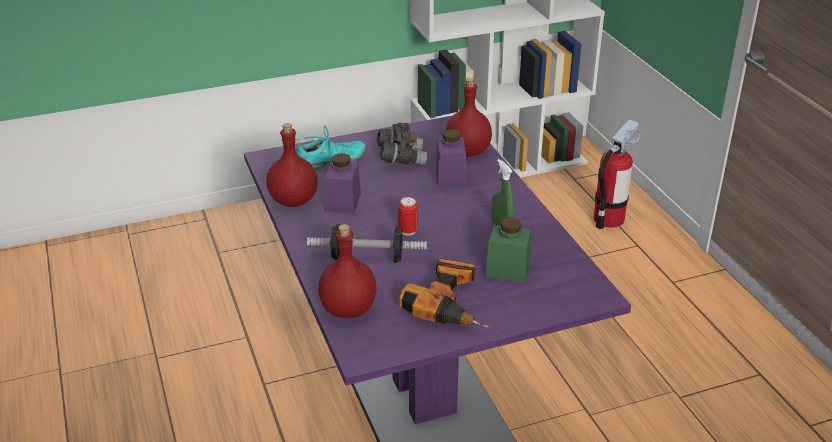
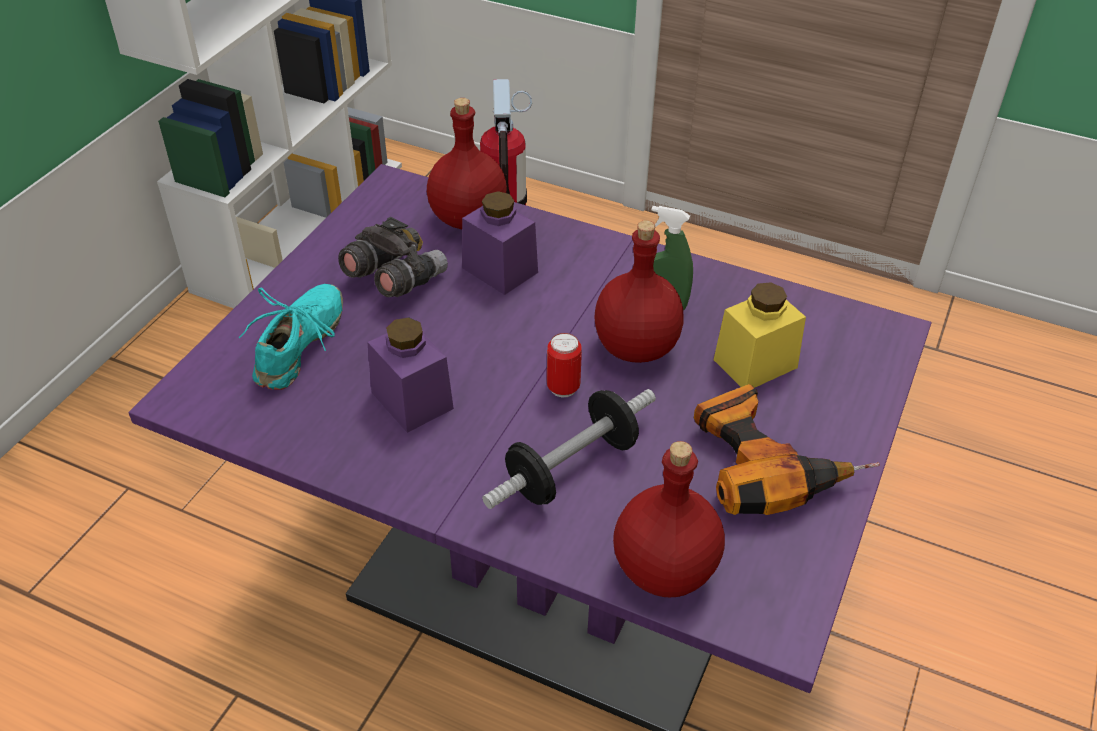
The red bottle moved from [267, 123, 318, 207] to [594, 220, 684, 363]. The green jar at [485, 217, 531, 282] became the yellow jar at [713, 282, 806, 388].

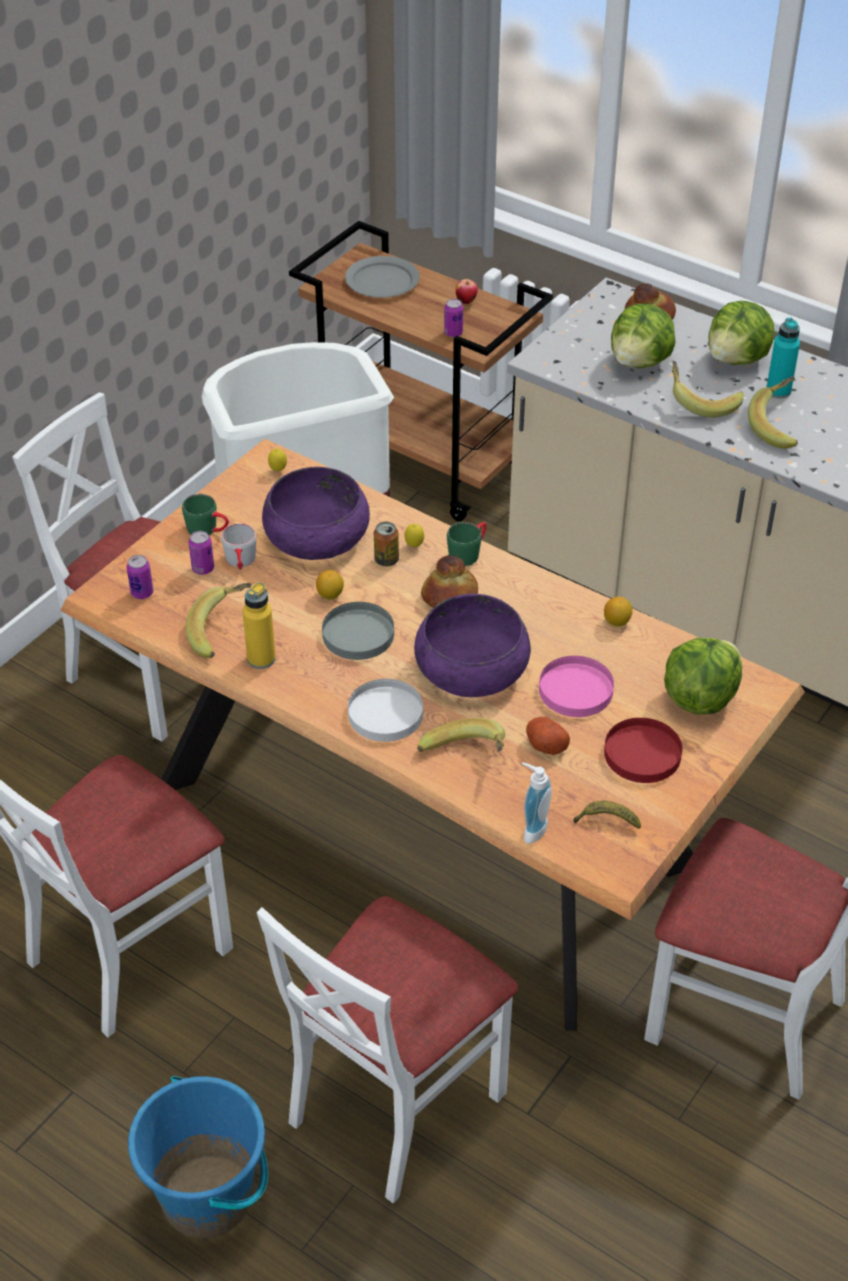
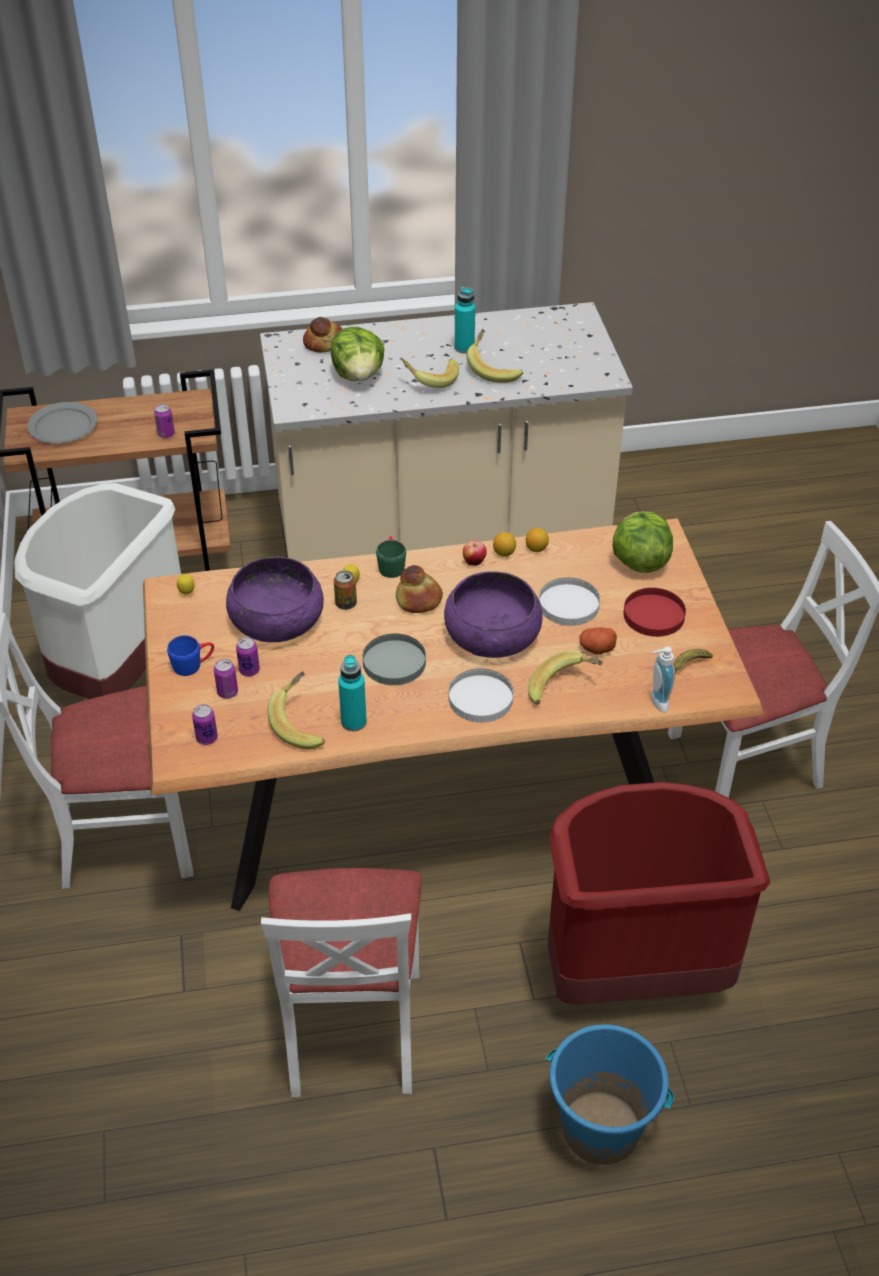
The green mug at [182, 494, 229, 535] became the blue mug at [167, 635, 214, 676]. The grey mug at [221, 523, 256, 570] was replaced by the can at [236, 637, 260, 676]. The yellow bottle at [243, 582, 276, 669] became the turquoise bottle at [338, 655, 367, 731]. The apple moved from [455, 279, 478, 304] to [463, 541, 487, 566]. The lemon moved from [316, 570, 344, 599] to [493, 532, 516, 557]. The pink plate at [539, 656, 614, 717] became the white plate at [539, 577, 600, 626]. The white chair at [257, 896, 519, 1203] was replaced by the red trash can at [548, 782, 771, 1005]. The lettuce at [709, 301, 774, 365] disappeared.

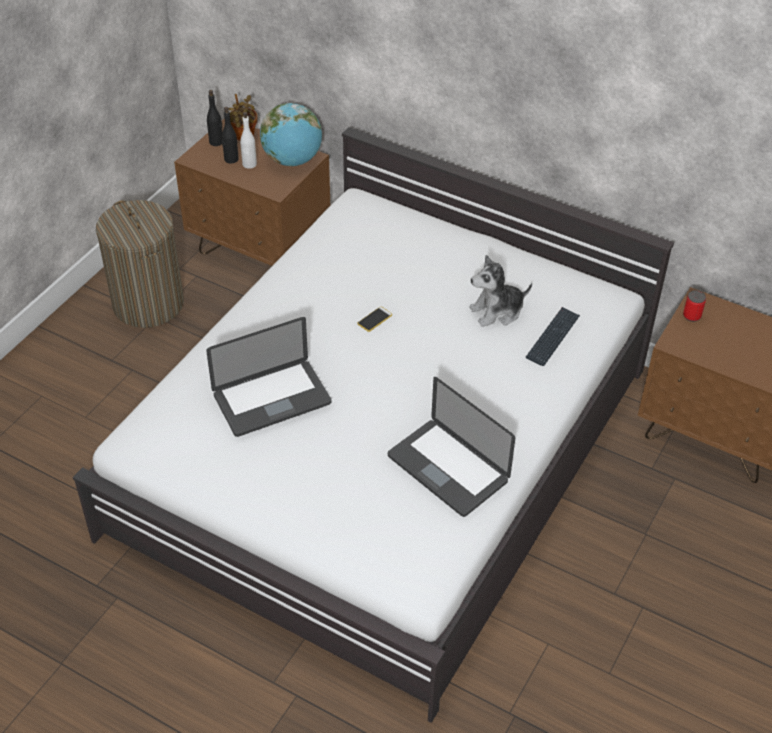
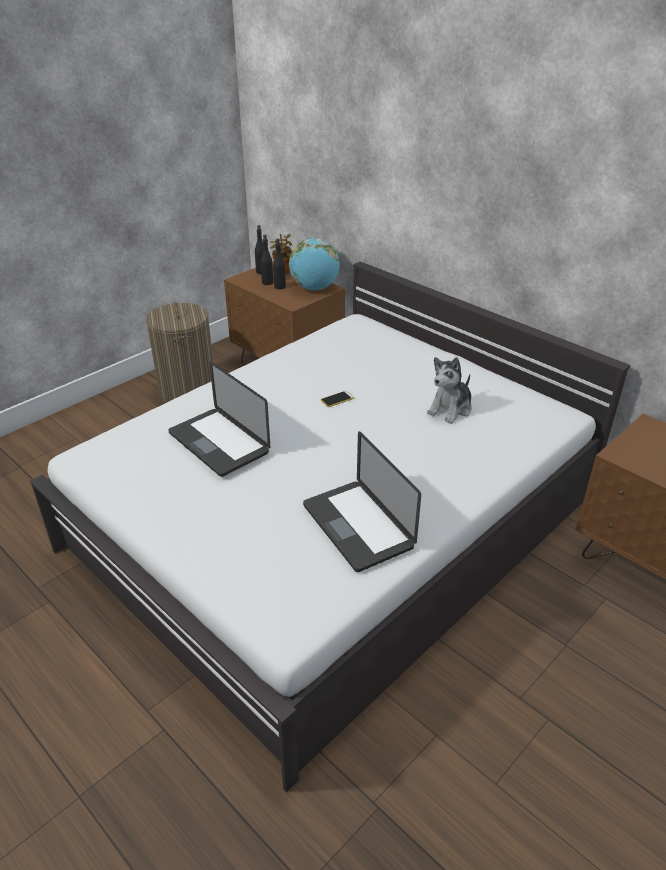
The laptop at [206, 317, 332, 437] turned 60 degrees clockwise. The white bottle at [240, 112, 257, 169] became the black bottle at [273, 238, 286, 290]. The plush toy at [469, 255, 532, 327] turned 45 degrees counterclockwise. The keyboard at [526, 307, 580, 366] disappeared. The can at [683, 290, 706, 322] disappeared.

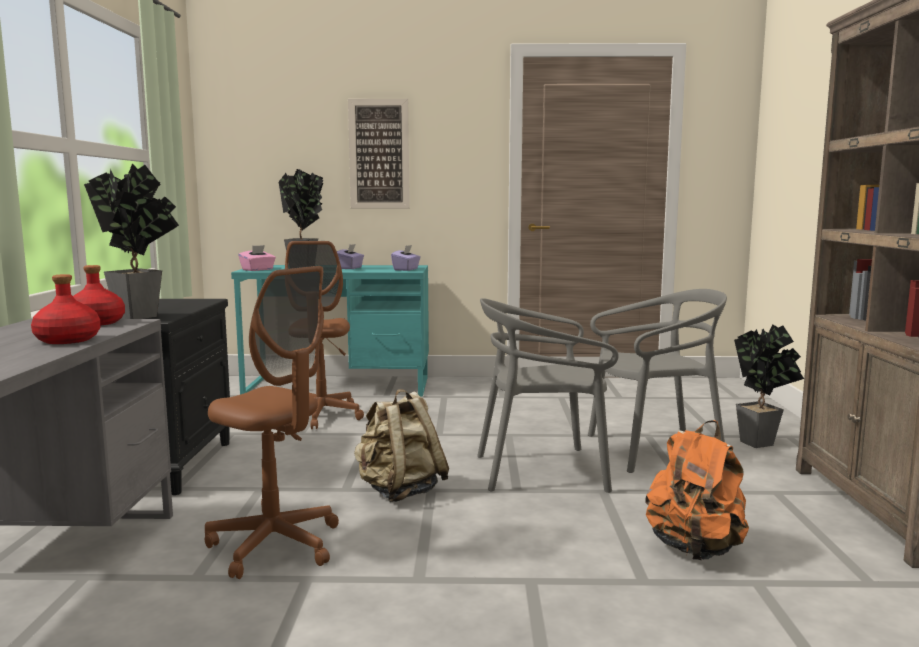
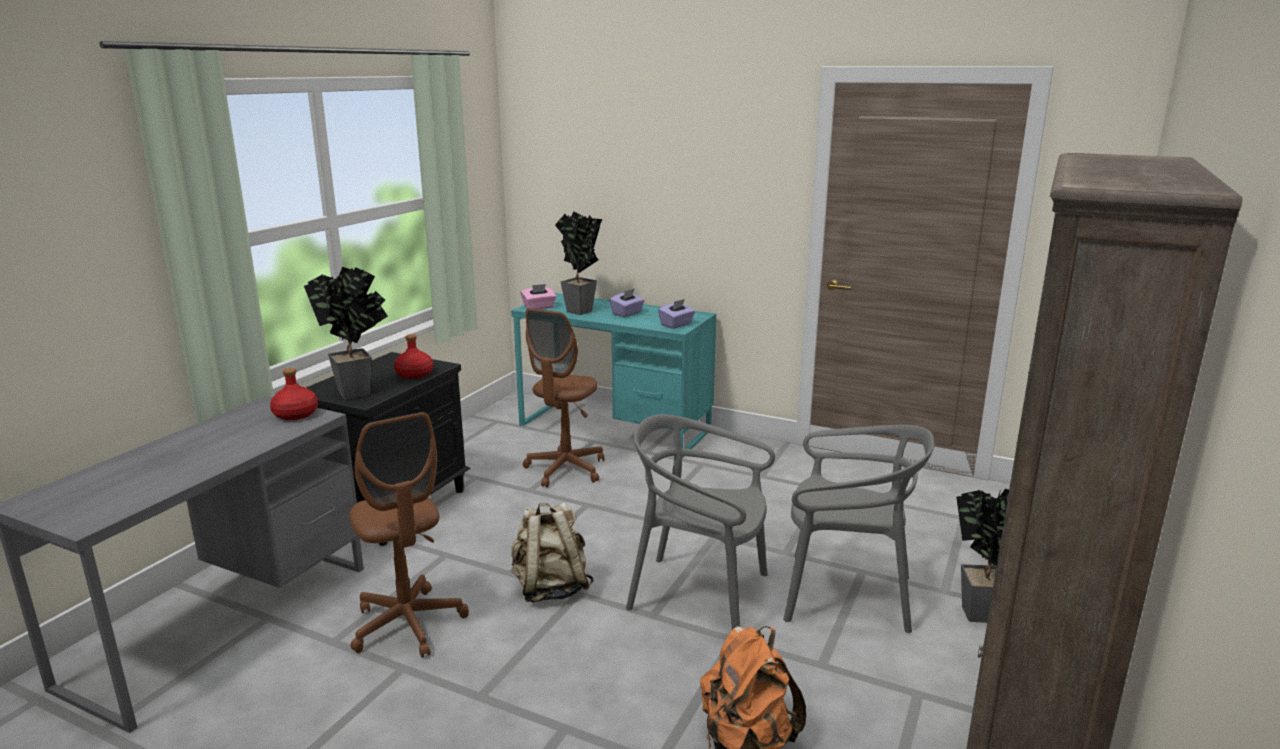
The red bottle moved from [31, 274, 100, 344] to [394, 334, 433, 379]. The picture at [348, 99, 410, 209] disappeared.

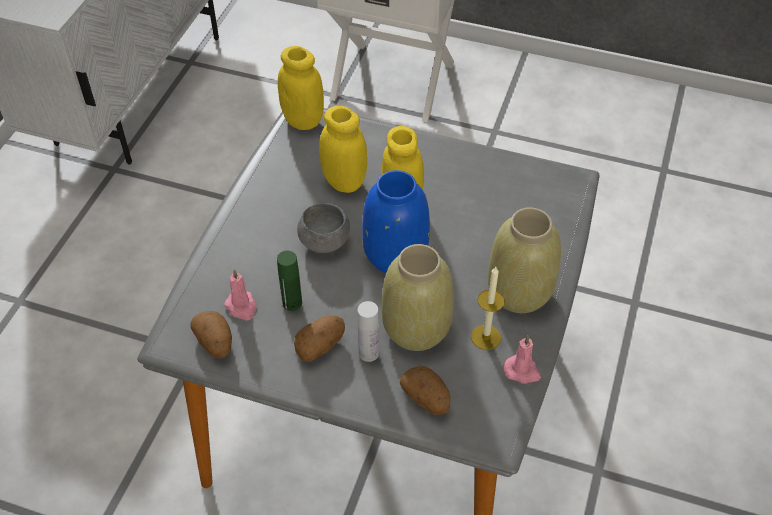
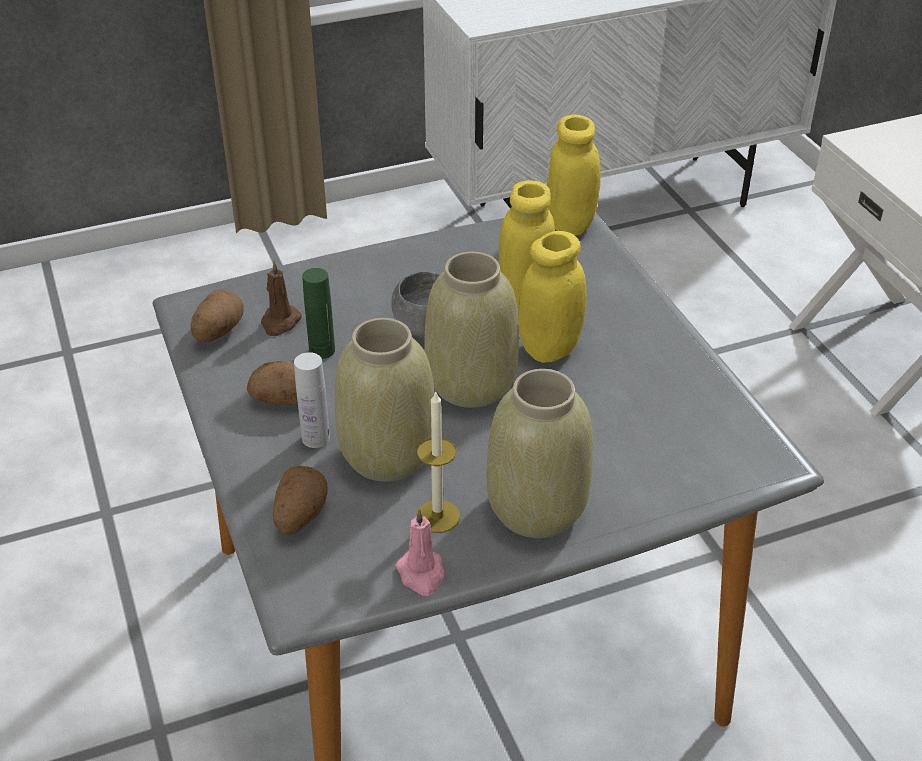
The pink candle at [224, 269, 257, 321] became the brown candle at [261, 260, 302, 336]. The blue vase at [362, 170, 430, 273] became the beige vase at [425, 252, 519, 408].

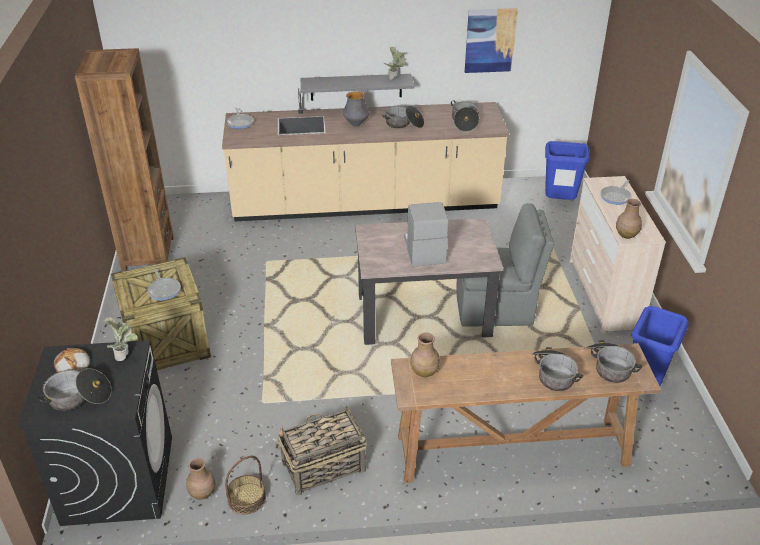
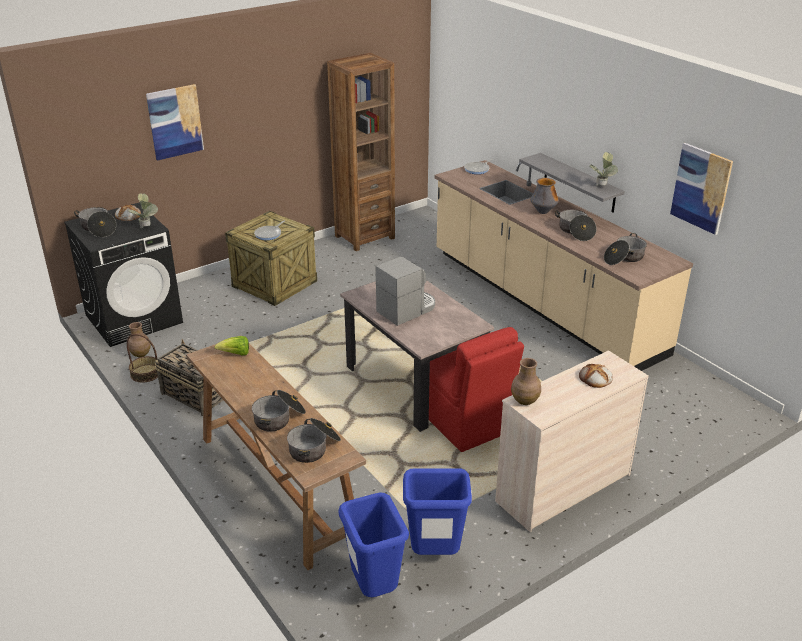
The picture at [146, 84, 204, 161] appeared. The brown vase at [410, 333, 440, 377] was replaced by the lettuce at [214, 336, 249, 355]. The blue trash can moved from [545, 141, 590, 200] to [338, 492, 409, 597]. The grey chair at [456, 203, 554, 327] became the red chair at [429, 327, 524, 452]. The frying pan at [600, 180, 631, 205] was replaced by the bread at [579, 364, 613, 388].

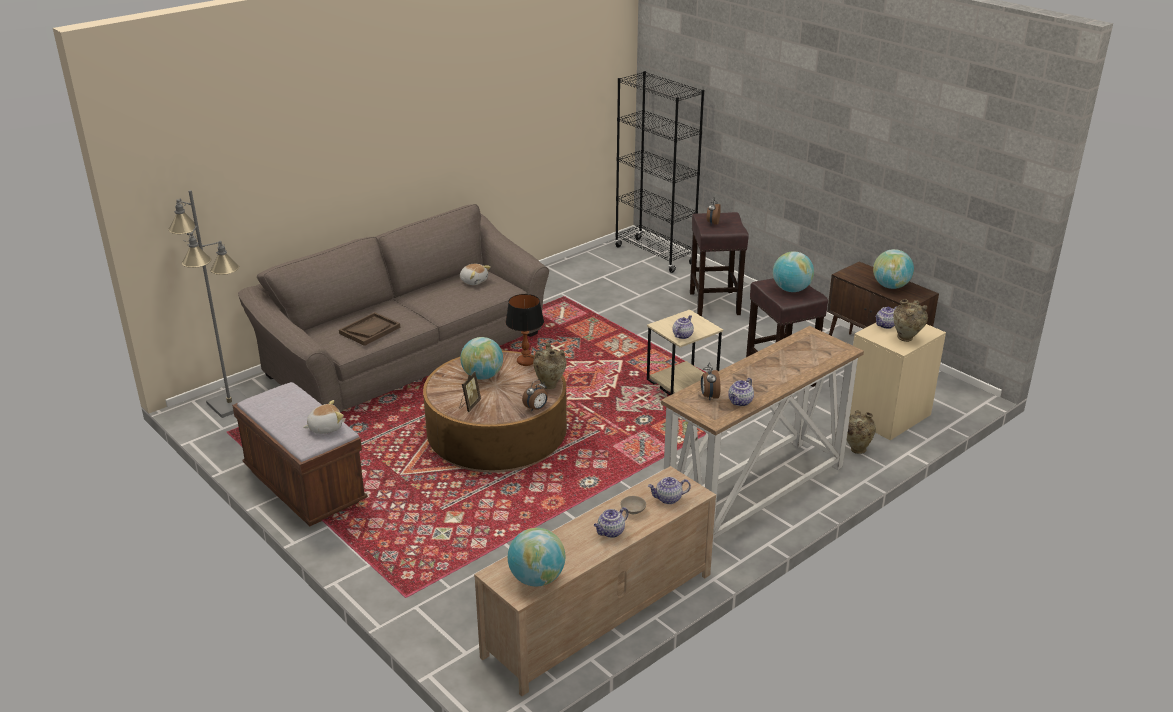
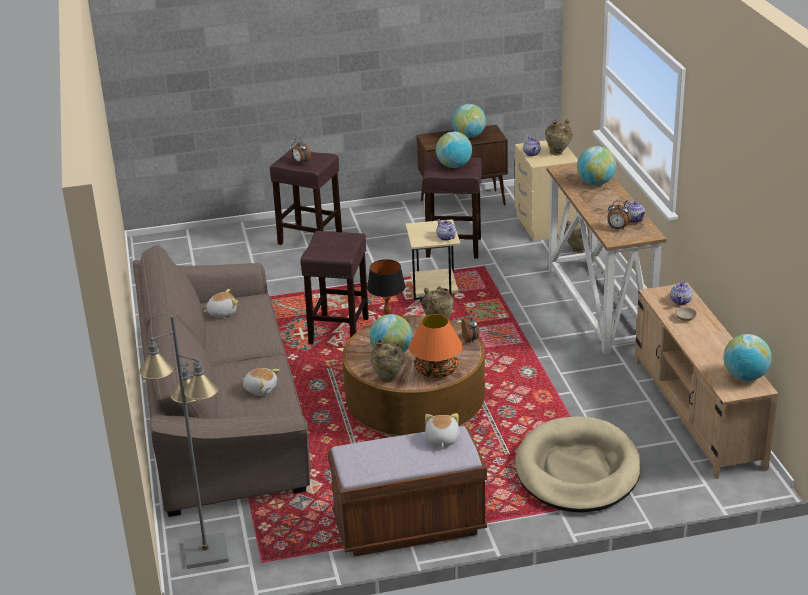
The brown tray at [339, 312, 400, 346] was replaced by the plush toy at [243, 368, 280, 396]. The brown stool at [300, 231, 369, 345] appeared. The beige vase at [370, 340, 404, 383] appeared. The picture frame at [460, 372, 481, 412] was replaced by the orange table lamp at [409, 314, 463, 378]. The beige dog bed at [515, 417, 641, 512] appeared. The globe at [577, 146, 616, 185] appeared. The teapot at [594, 507, 629, 538] disappeared. The black bookcase at [615, 71, 704, 273] disappeared.

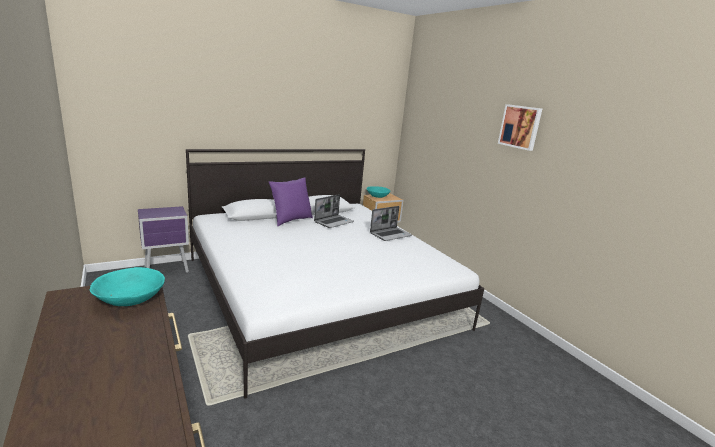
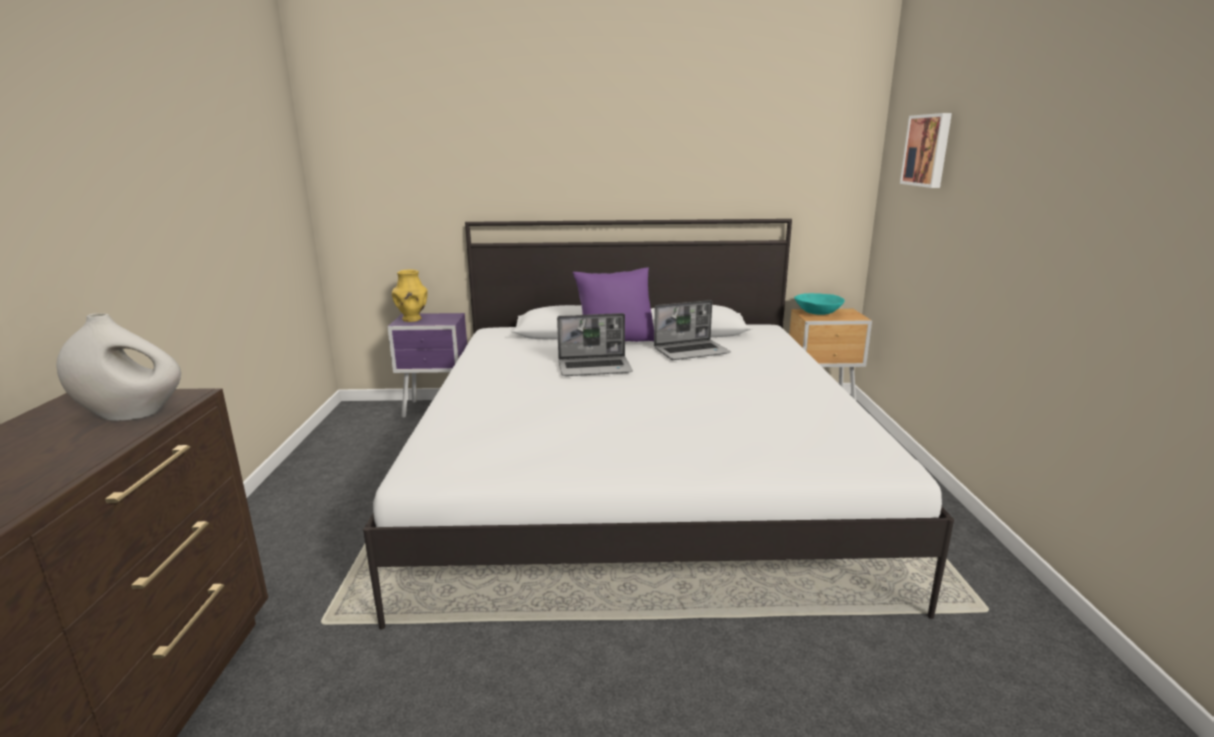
The turquoise bowl at [90, 267, 165, 306] was replaced by the white vase at [57, 313, 181, 421]. The yellow vase at [392, 269, 428, 322] appeared. The laptop moved from [370, 206, 412, 241] to [557, 313, 633, 376]. The picture moved from [498, 104, 542, 151] to [900, 113, 952, 188].

